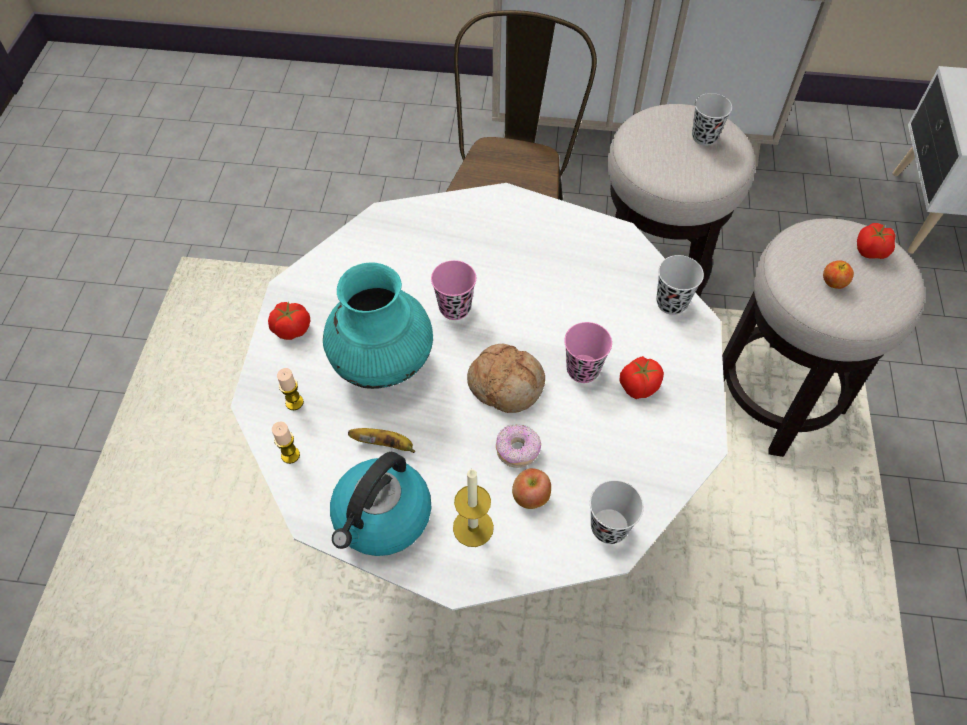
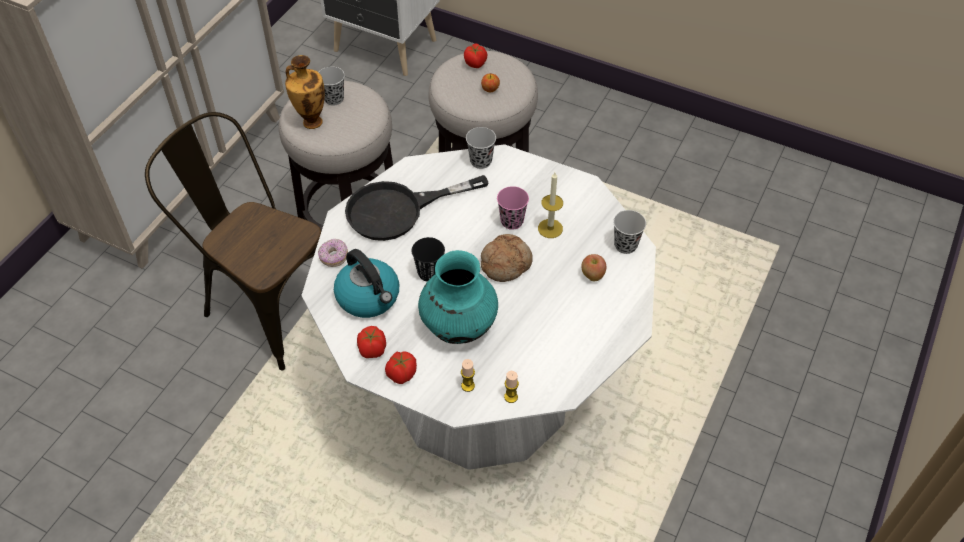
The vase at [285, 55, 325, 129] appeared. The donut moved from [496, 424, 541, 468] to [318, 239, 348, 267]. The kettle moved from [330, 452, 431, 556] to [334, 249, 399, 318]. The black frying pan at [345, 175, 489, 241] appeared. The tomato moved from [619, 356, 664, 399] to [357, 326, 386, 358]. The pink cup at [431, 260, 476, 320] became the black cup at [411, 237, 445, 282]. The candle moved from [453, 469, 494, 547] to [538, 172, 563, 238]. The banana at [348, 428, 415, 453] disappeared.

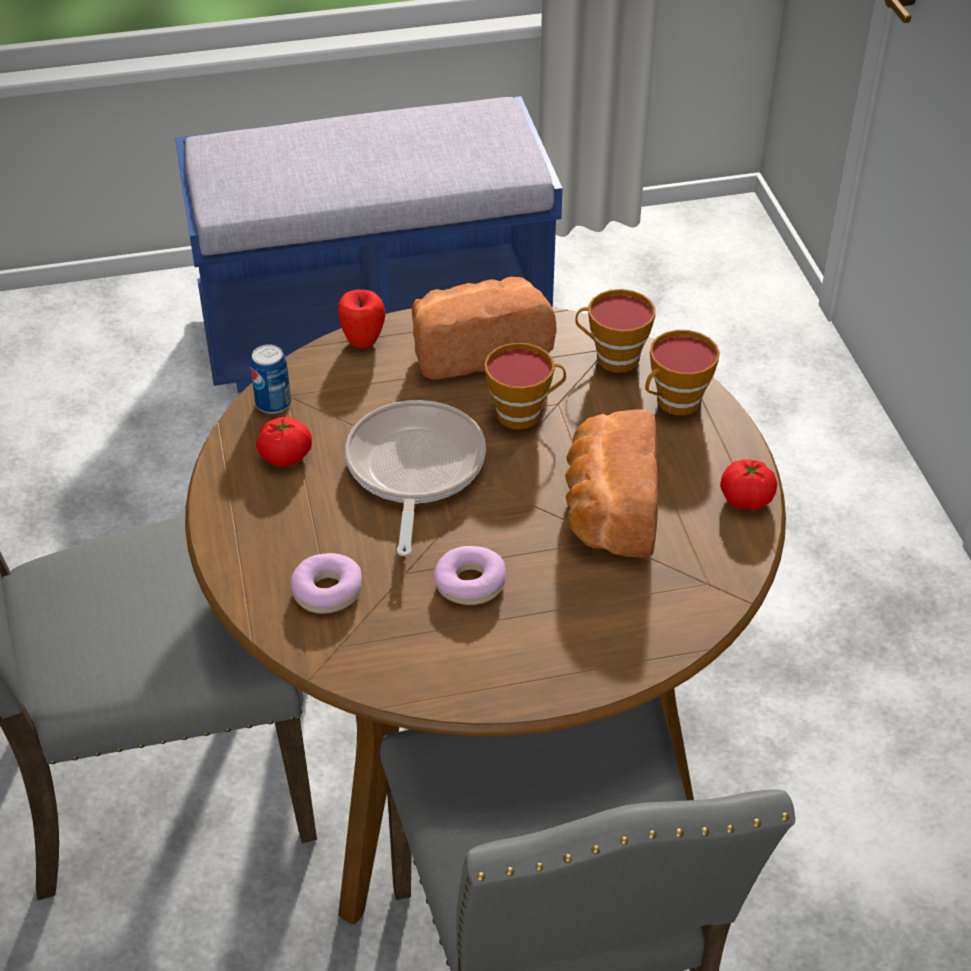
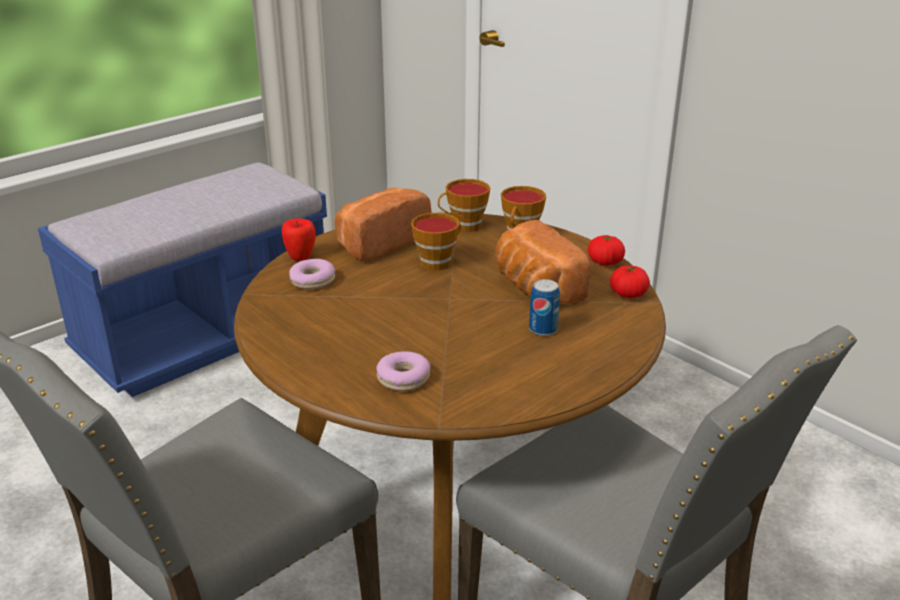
The donut moved from [433, 546, 506, 605] to [289, 259, 335, 290]. The can moved from [250, 344, 291, 414] to [529, 279, 560, 336]. The tomato moved from [256, 417, 312, 466] to [610, 265, 650, 298]. The frying pan at [345, 400, 486, 556] disappeared.

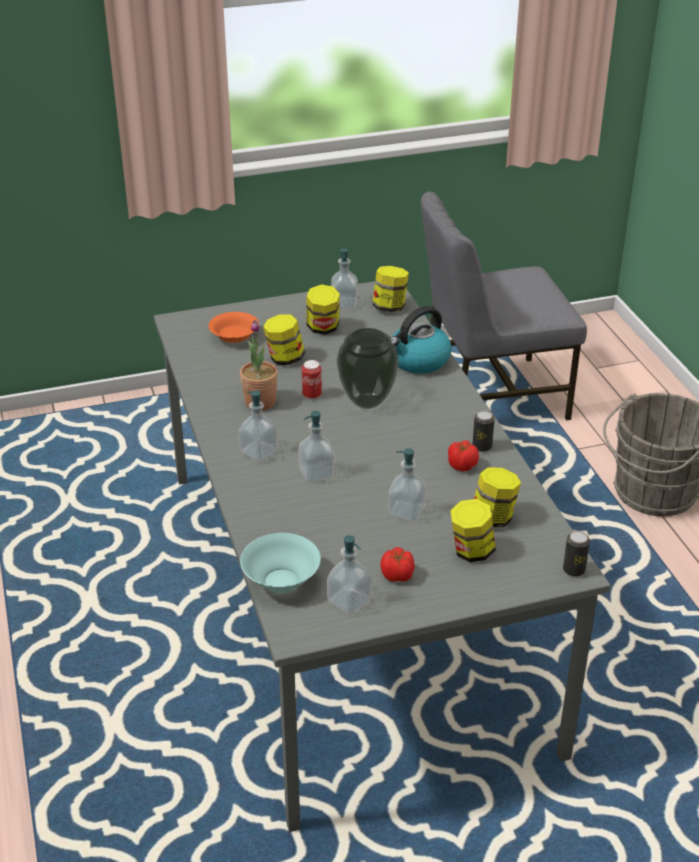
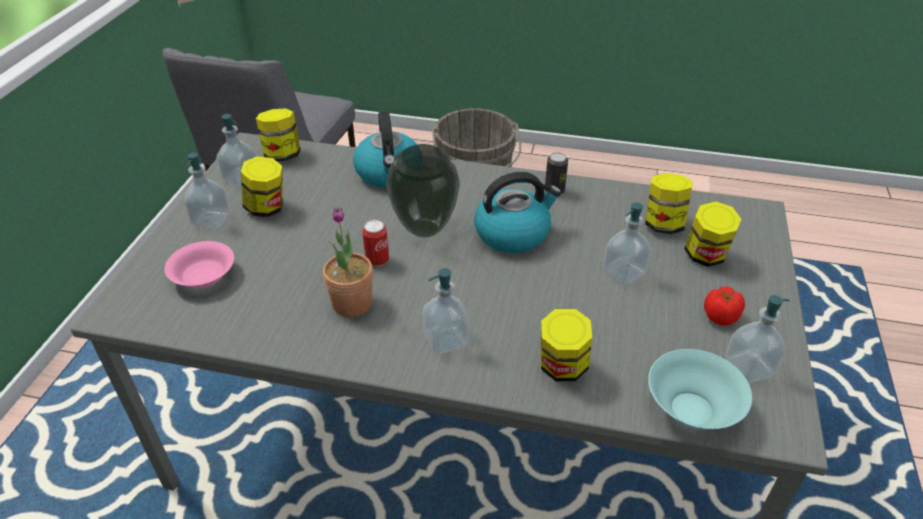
The orange bowl at [209, 312, 259, 343] became the pink bowl at [164, 241, 234, 288]. The soap dispenser moved from [298, 411, 335, 482] to [184, 152, 230, 229]. The kettle at [474, 172, 561, 253] appeared. The jar moved from [263, 314, 305, 365] to [541, 309, 592, 381]. The tomato at [448, 440, 479, 472] disappeared. The can at [563, 531, 590, 577] disappeared.

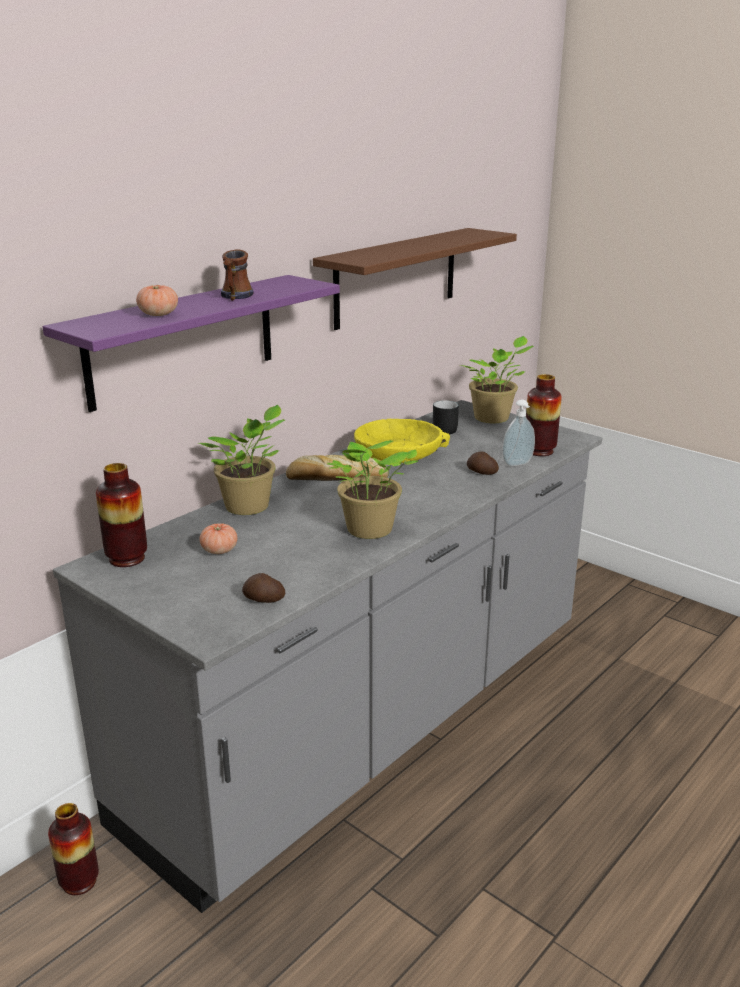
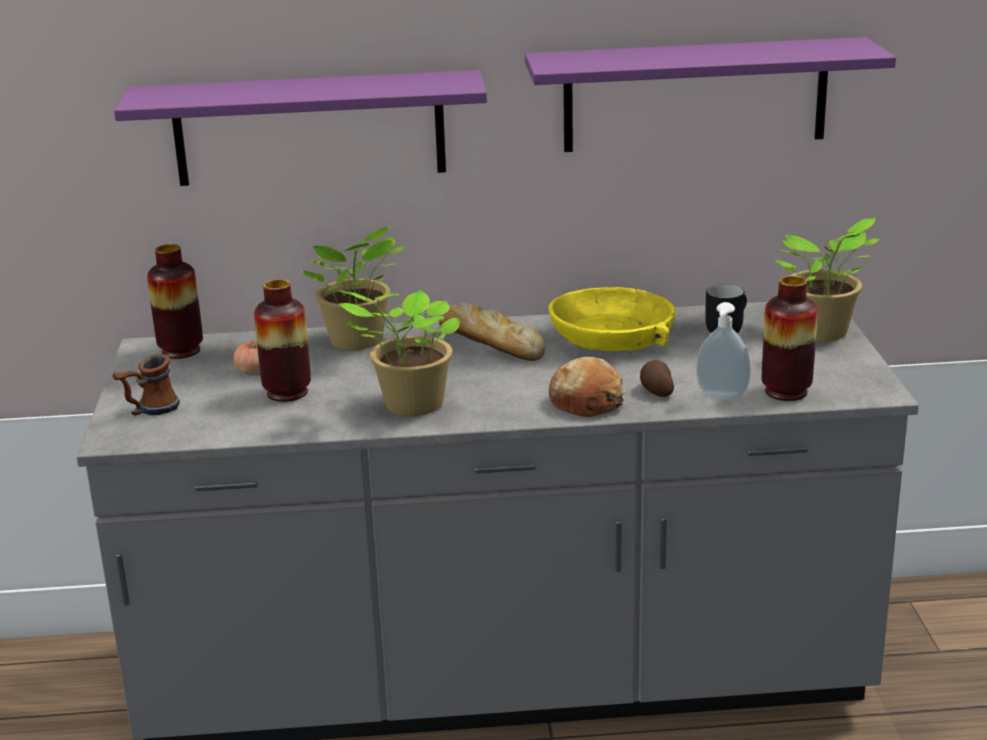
The mug moved from [221, 249, 254, 300] to [113, 354, 180, 416]. The vase moved from [48, 803, 99, 895] to [254, 279, 311, 402]. The brown shelf at [313, 228, 517, 330] became the purple shelf at [525, 37, 896, 152]. The bread at [549, 357, 626, 417] appeared. The tomato at [136, 284, 178, 316] disappeared. The potato at [242, 573, 285, 603] disappeared.

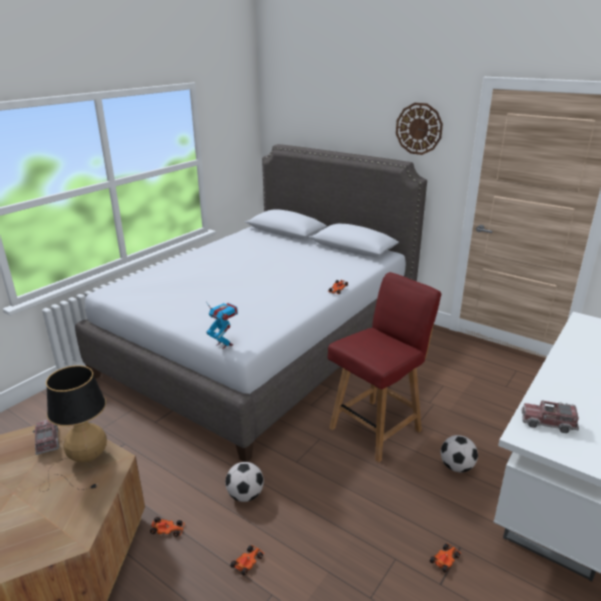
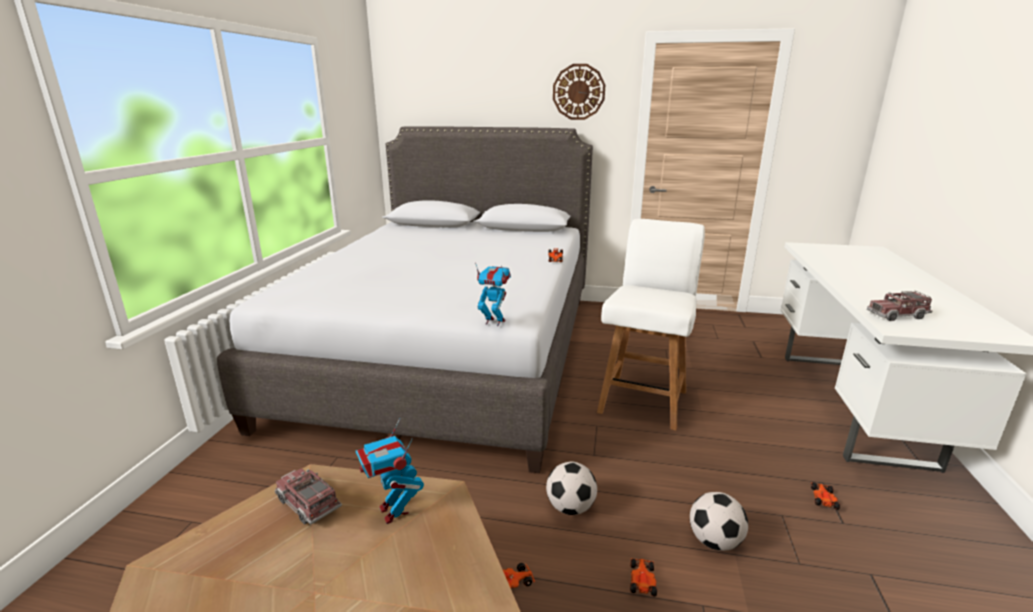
The table lamp at [39, 365, 107, 492] was replaced by the toy robot at [356, 418, 424, 524]. The red chair at [328, 272, 442, 462] became the white chair at [597, 219, 705, 430]. The football moved from [441, 435, 478, 472] to [690, 492, 748, 551].

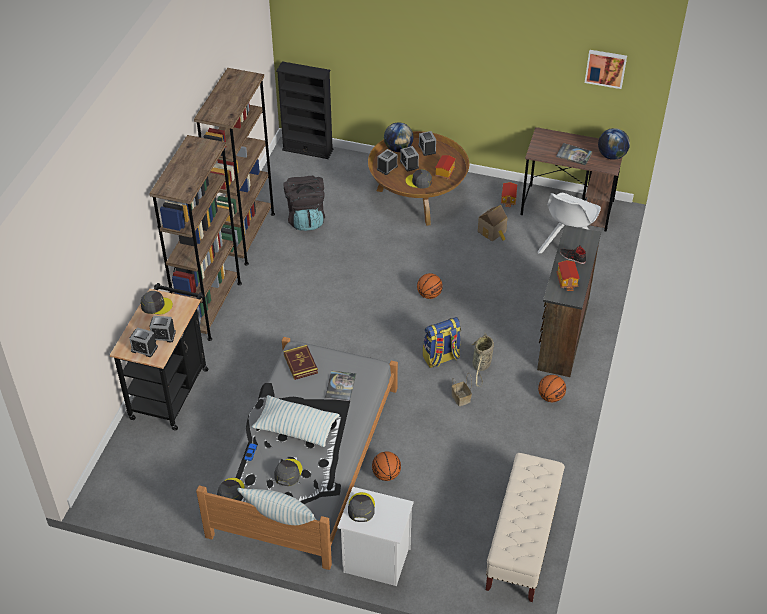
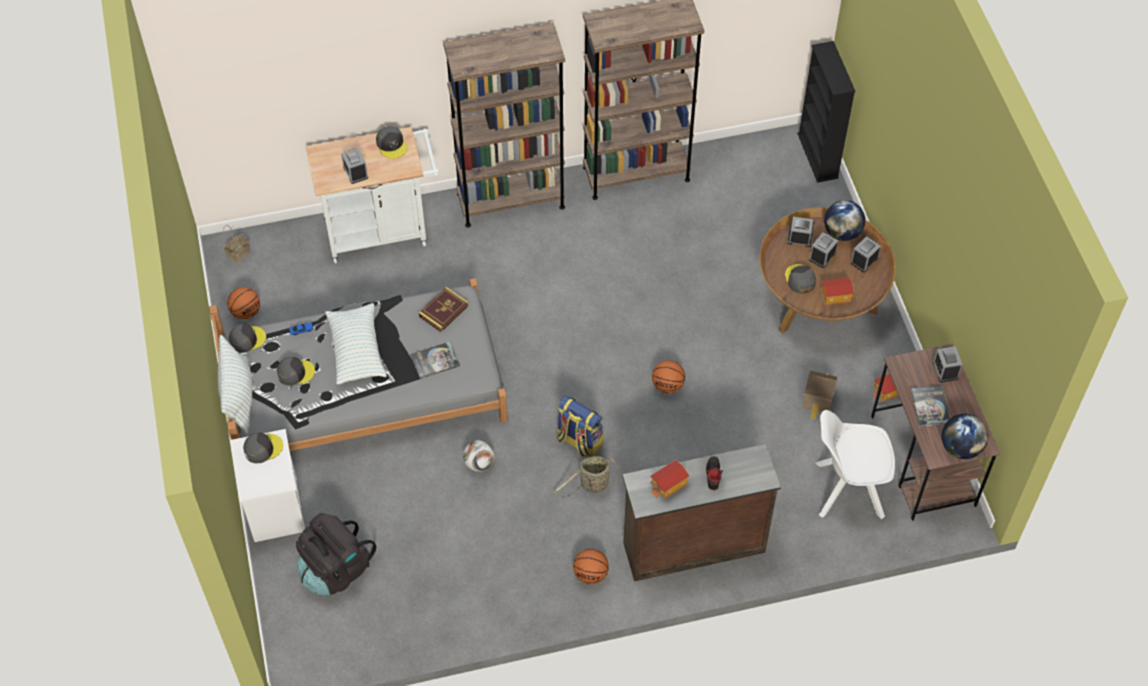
The basket moved from [451, 373, 472, 406] to [222, 225, 251, 264]. The basketball moved from [372, 452, 401, 481] to [227, 287, 260, 319]. The black backpack moved from [283, 176, 325, 231] to [296, 513, 376, 595]. The black cart at [110, 283, 209, 430] became the white cart at [306, 127, 439, 263]. The football at [463, 440, 495, 472] appeared. The alarm clock moved from [130, 328, 158, 357] to [933, 346, 962, 382]. The beige bench at [486, 453, 565, 602] disappeared. The picture at [585, 50, 627, 89] disappeared.

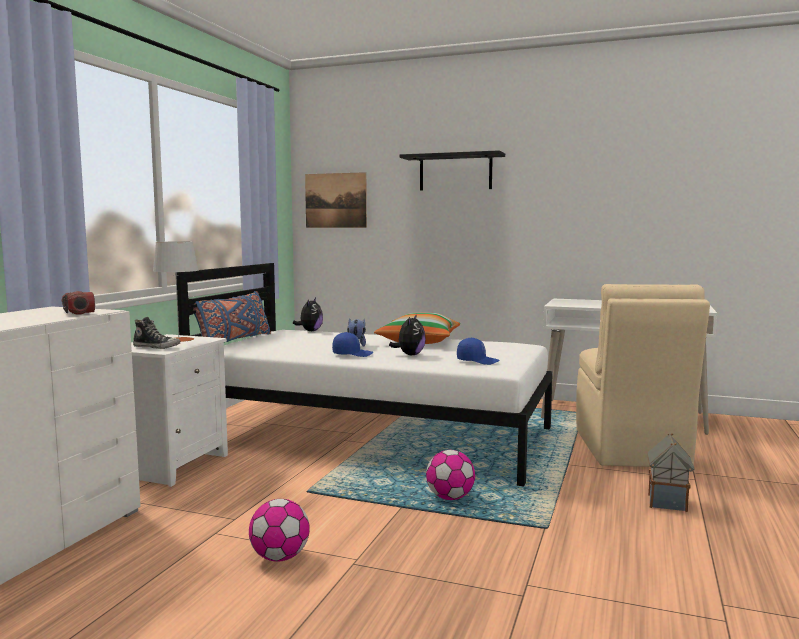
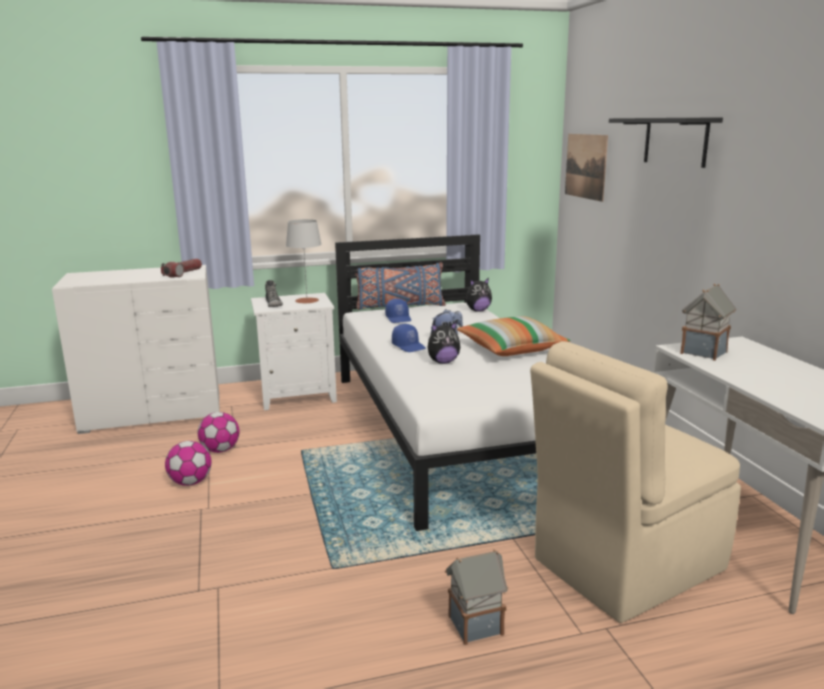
The football moved from [426, 450, 475, 500] to [198, 412, 239, 453]. The blue cap moved from [457, 337, 500, 365] to [385, 299, 411, 323]. The toy house at [680, 283, 736, 361] appeared.

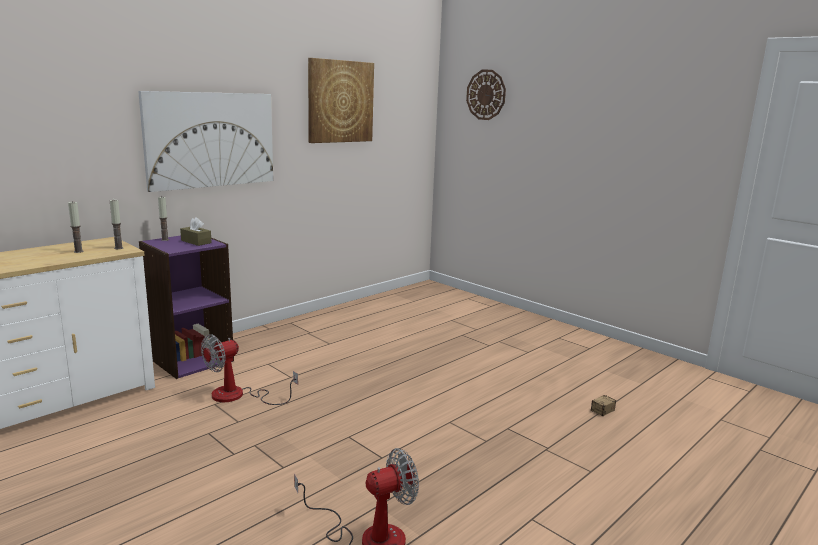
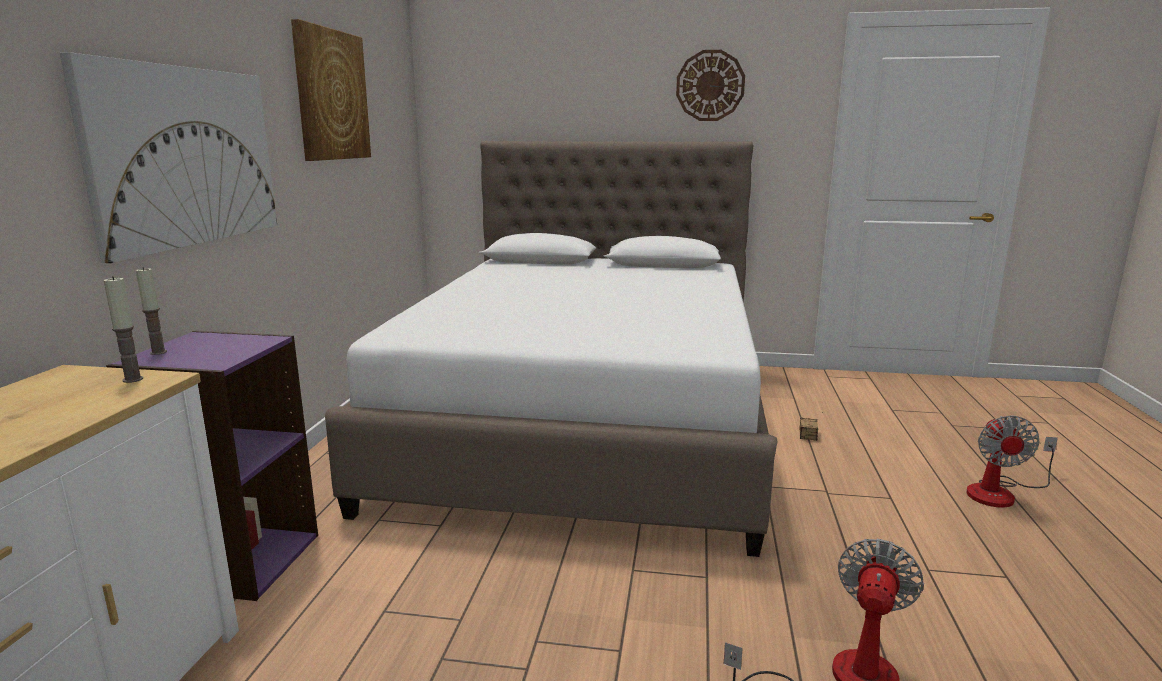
The white bed at [325, 141, 777, 557] appeared. The wall clock moved from [466, 70, 506, 120] to [676, 50, 745, 121]. The fan moved from [201, 334, 298, 405] to [967, 415, 1058, 508]. The candle at [68, 201, 84, 253] disappeared. The brown tissue box at [180, 217, 212, 246] disappeared.

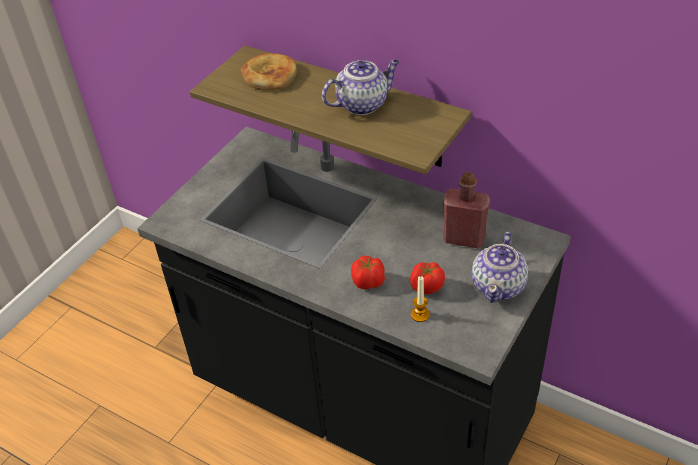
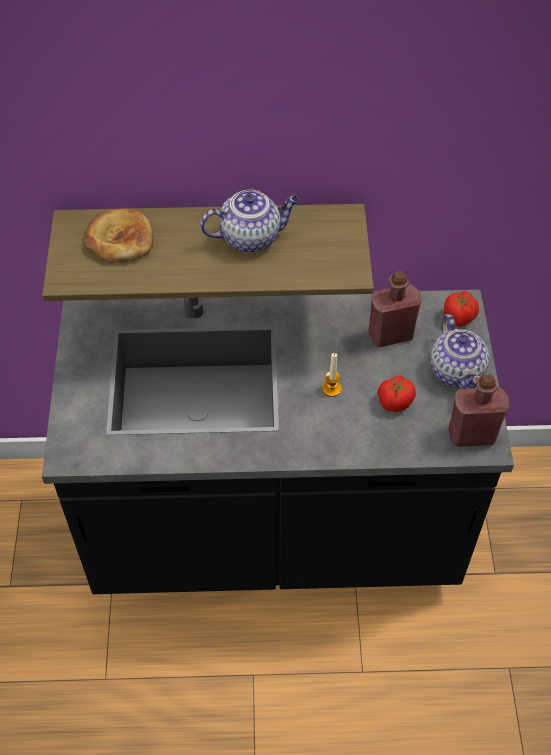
The teapot at [322, 60, 400, 115] turned 45 degrees clockwise. The candle moved from [411, 276, 430, 322] to [322, 353, 342, 397]. The tomato moved from [351, 255, 385, 289] to [444, 291, 479, 327]. The red bottle at [448, 374, 509, 447] appeared.

